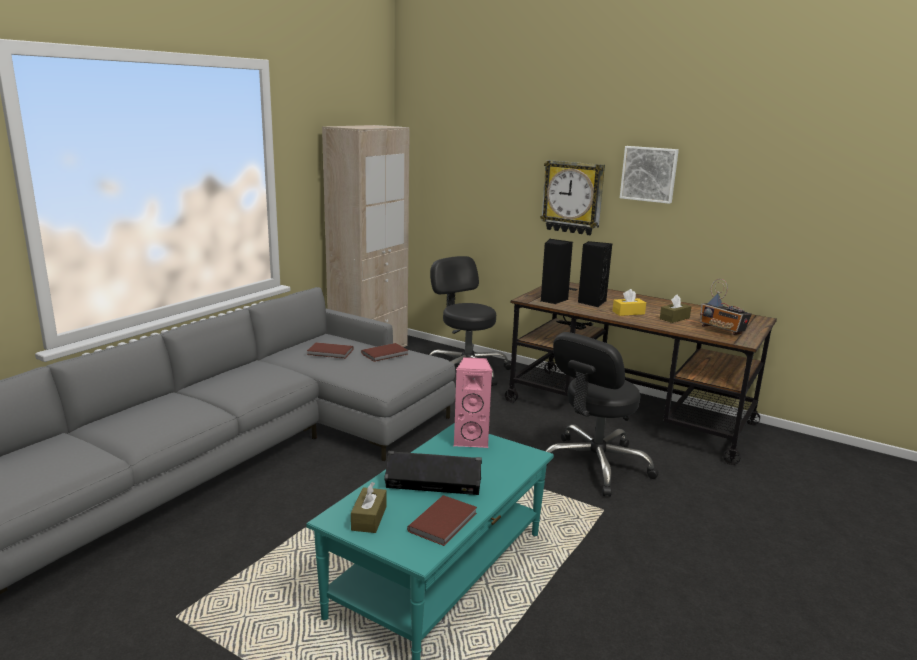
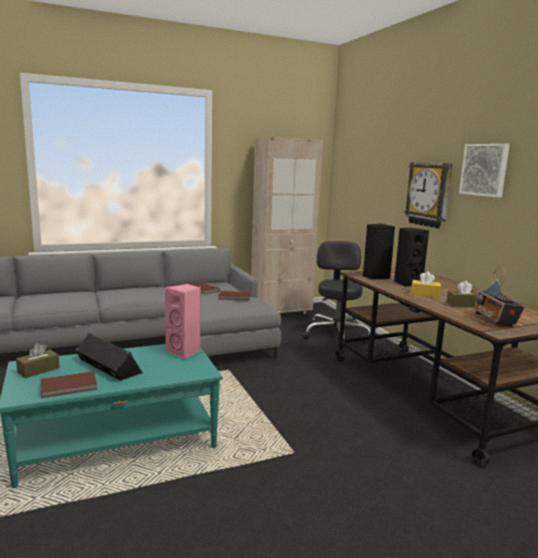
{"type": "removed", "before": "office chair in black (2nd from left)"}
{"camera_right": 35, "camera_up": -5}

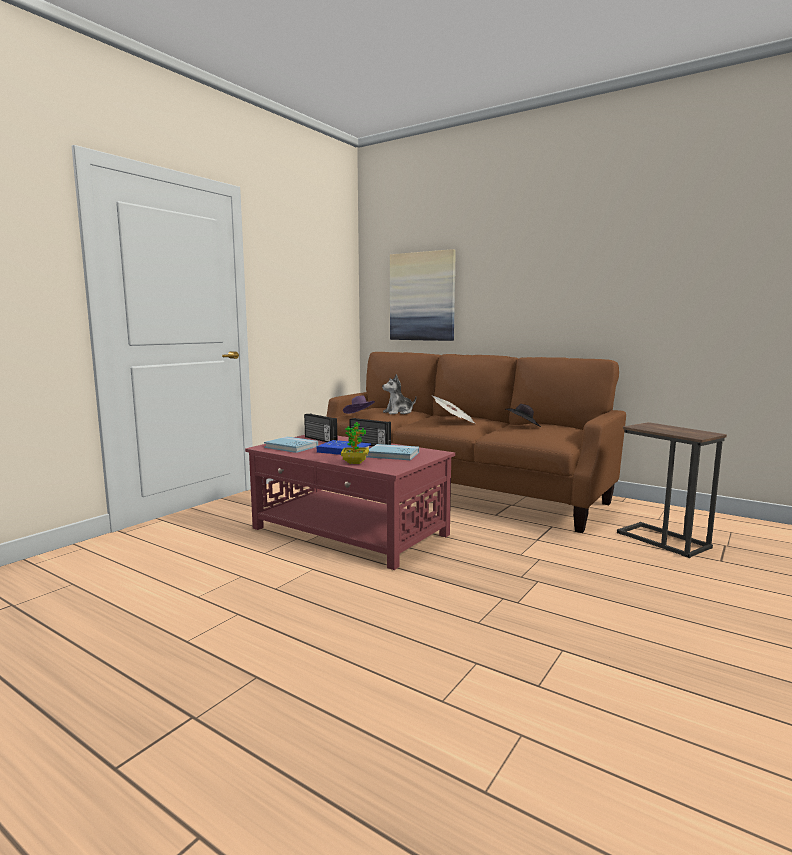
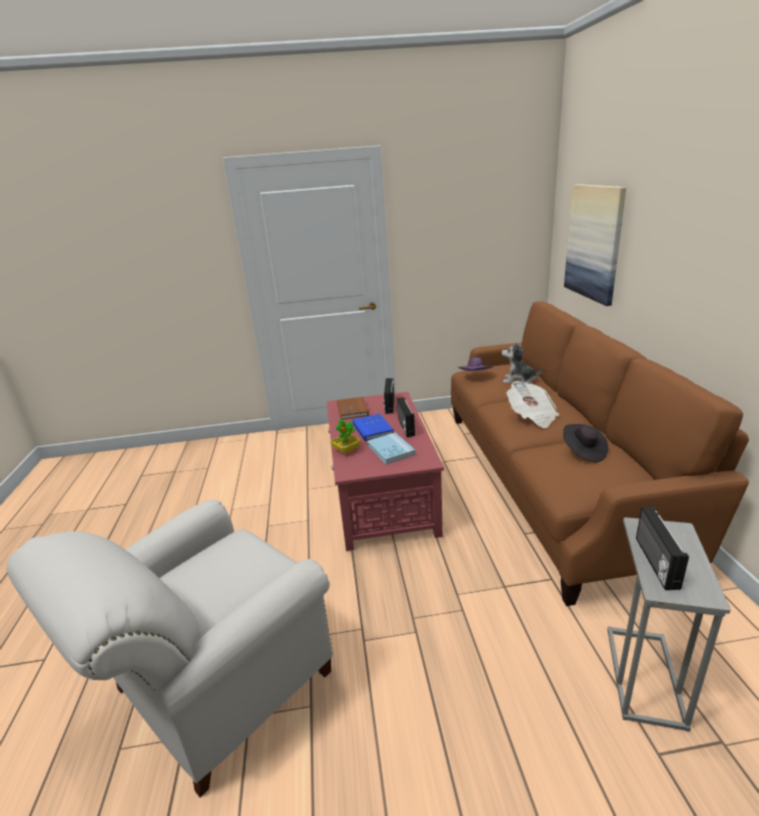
{"type": "recoloured", "before": "book in blue (1st from left)", "after": "book in brown"}
{"type": "recoloured", "before": "side table in brown", "after": "side table in grey"}
{"type": "added", "after": "armchair in white"}
{"type": "added", "after": "radio (3rd from left)"}
{"camera_right": 50, "camera_up": 15}

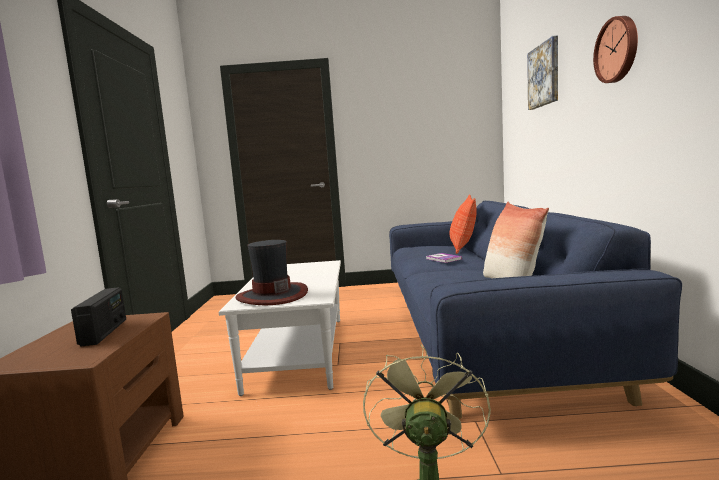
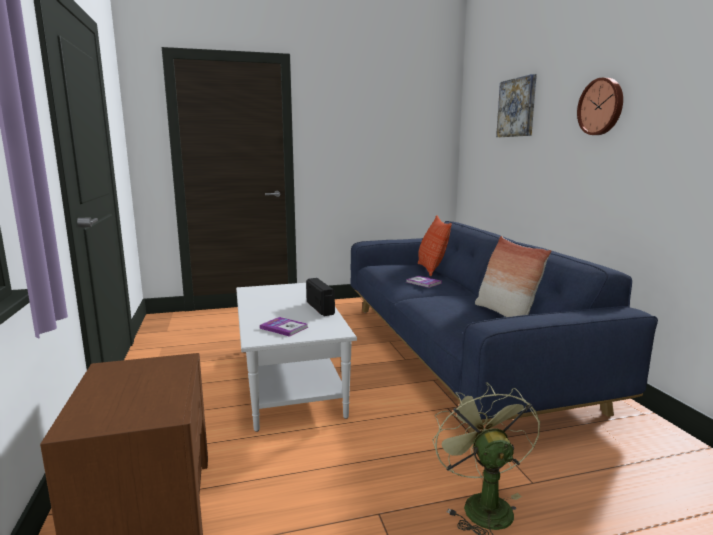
{"type": "moved", "before": "radio"}
{"type": "replaced", "before": "hat", "after": "book (1st from left)"}
{"camera_right": -15, "camera_up": 5}

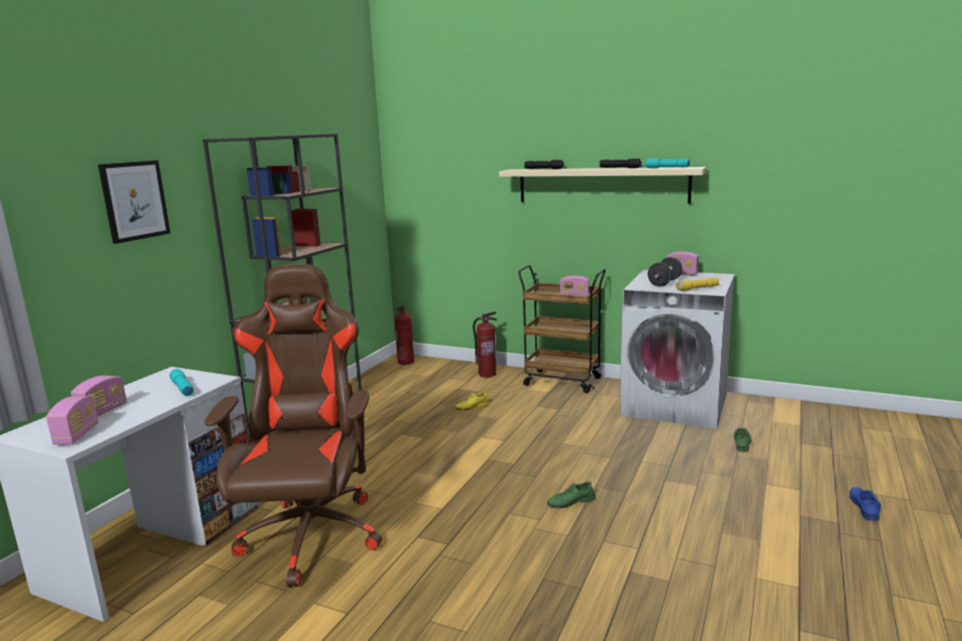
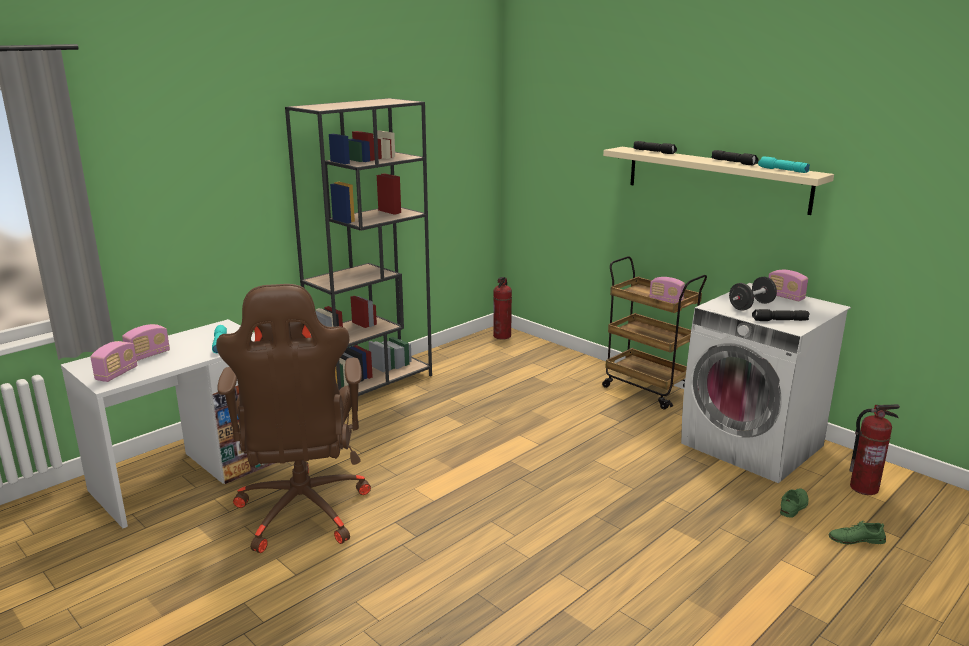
{"type": "removed", "before": "picture"}
{"type": "turned", "before": "office chair in brown", "turn": 150}
{"type": "removed", "before": "shoe in yellow"}
{"type": "moved", "before": "fire extinguisher (2nd from left)"}
{"type": "moved", "before": "shoe in green (1st from left in the first image)", "after": "shoe in green (2nd from left)"}
{"type": "recoloured", "before": "flashlight in yellow", "after": "flashlight in black (3rd from left)"}
{"type": "removed", "before": "shoe in blue"}
{"camera_right": 20, "camera_up": 5}

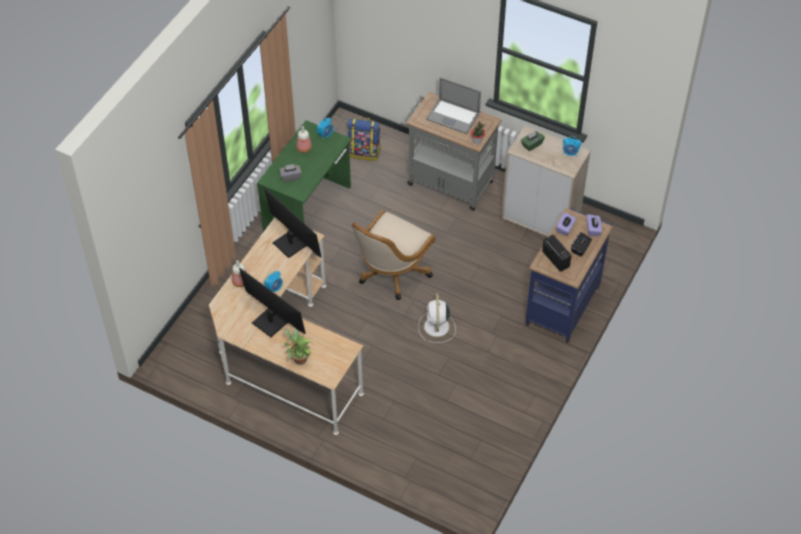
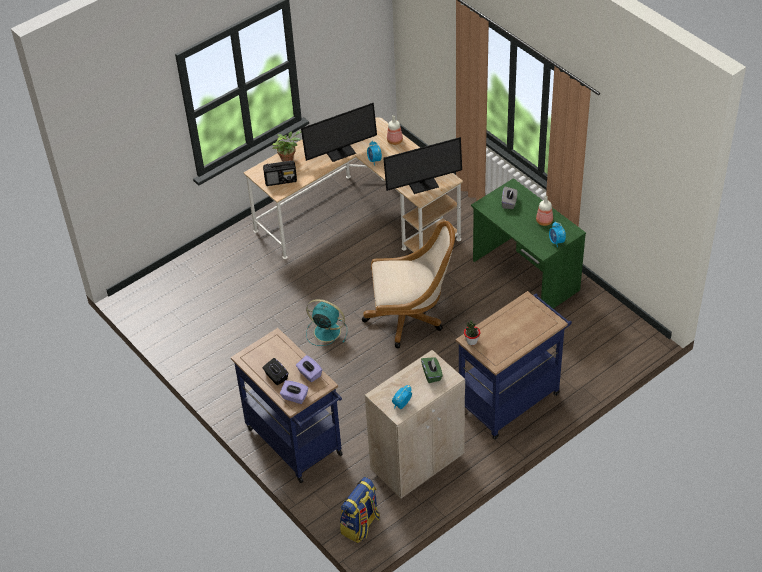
{"type": "moved", "before": "backpack"}
{"type": "turned", "before": "office chair", "turn": 120}
{"type": "recoloured", "before": "cart in grey", "after": "cart in blue (2nd from left)"}
{"type": "recoloured", "before": "fan in white", "after": "fan in turquoise"}
{"type": "removed", "before": "laptop"}
{"type": "moved", "before": "radio"}
{"camera_right": 115, "camera_up": -5}

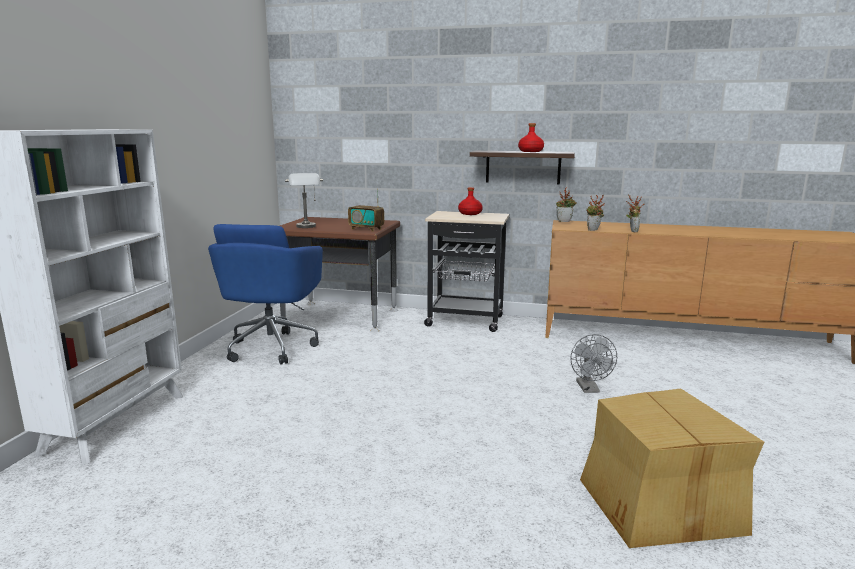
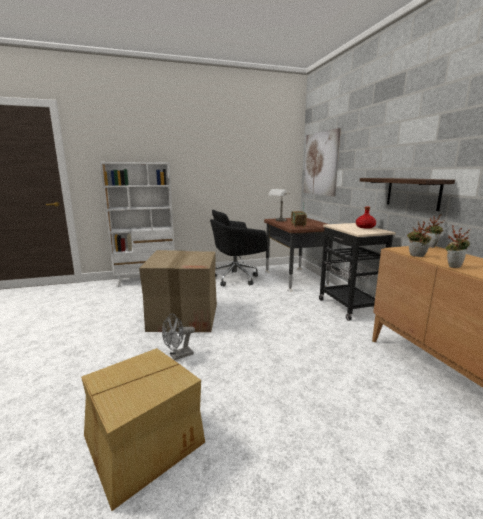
{"type": "recoloured", "before": "office chair in blue", "after": "office chair in black"}
{"type": "removed", "before": "bottle in red (2nd from left)"}
{"type": "moved", "before": "fan in grey"}
{"type": "added", "after": "cardboard box (2nd from left)"}
{"type": "added", "after": "picture"}
{"camera_right": 60, "camera_up": 0}

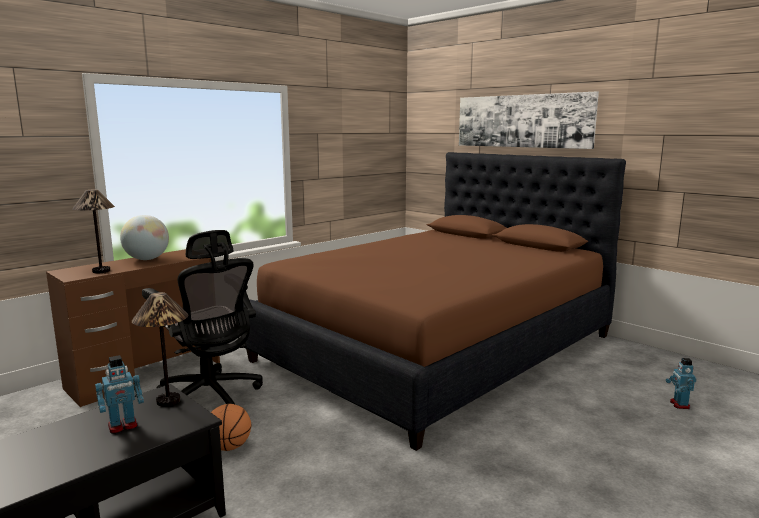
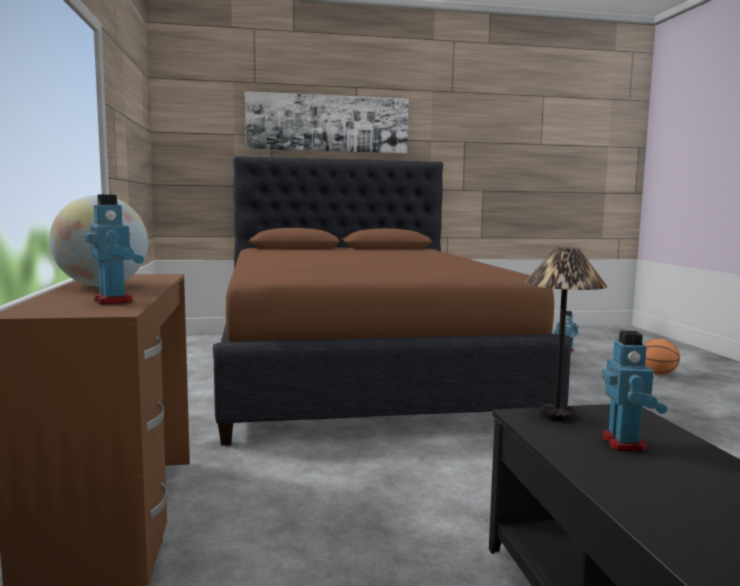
{"type": "replaced", "before": "table lamp (1st from left)", "after": "toy robot (1st from left)"}
{"type": "removed", "before": "office chair"}
{"type": "moved", "before": "basketball"}
{"camera_right": -55, "camera_up": -5}

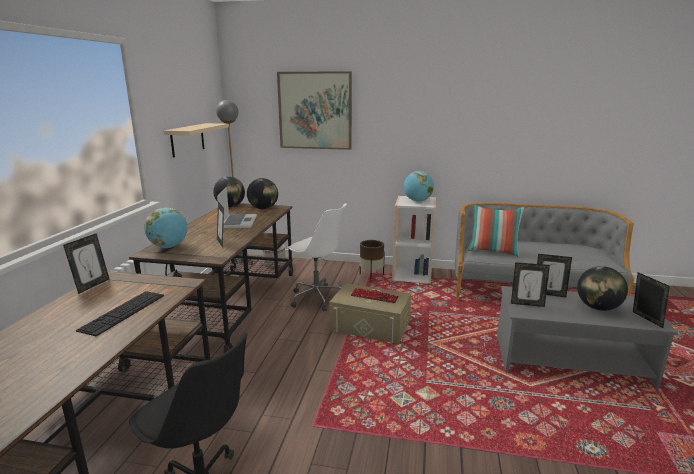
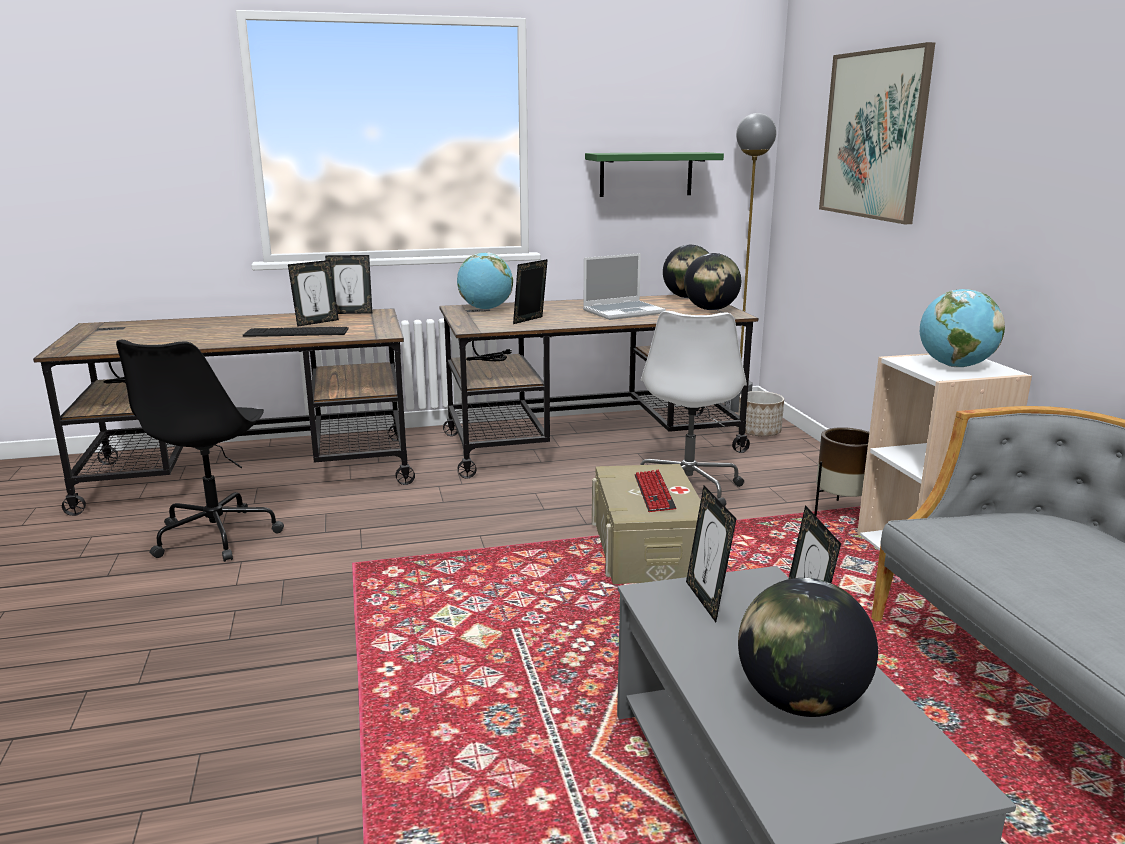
{"type": "recoloured", "before": "shelf in beige", "after": "shelf in green"}
{"type": "removed", "before": "pillow"}
{"type": "moved", "before": "picture frame (5th from left in the first image)", "after": "picture frame (1st from left)"}
{"camera_right": 65, "camera_up": 0}

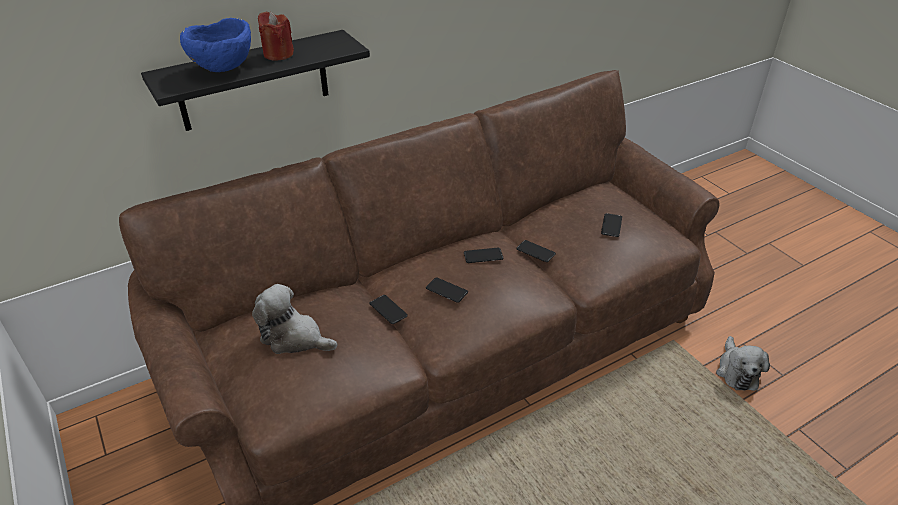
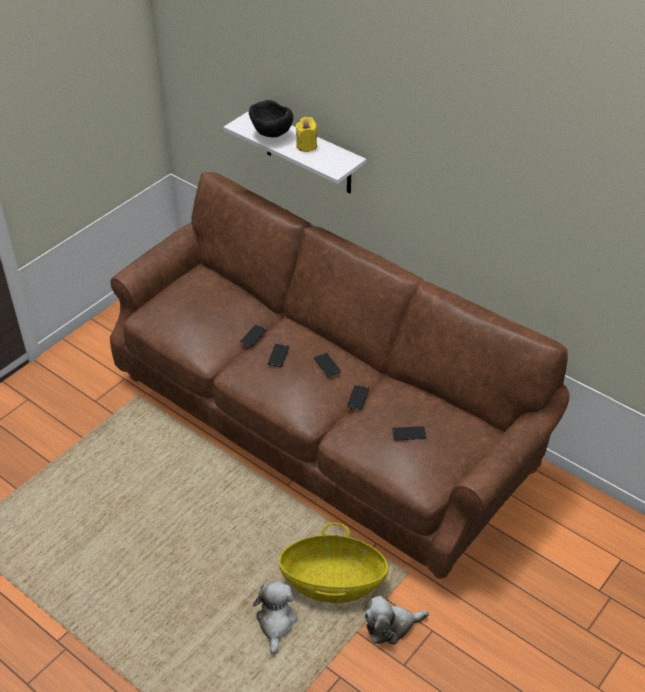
{"type": "recoloured", "before": "shelf in black", "after": "shelf in white"}
{"type": "recoloured", "before": "bowl in blue", "after": "bowl in black"}
{"type": "moved", "before": "plush toy (1st from left)"}
{"type": "recoloured", "before": "candle in red", "after": "candle in yellow"}
{"type": "added", "after": "basket"}
{"camera_right": 70, "camera_up": 5}

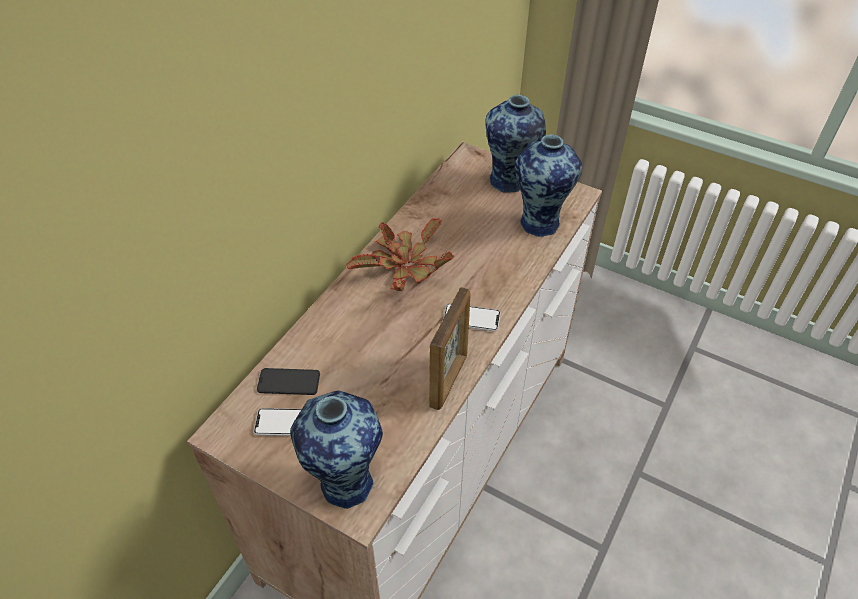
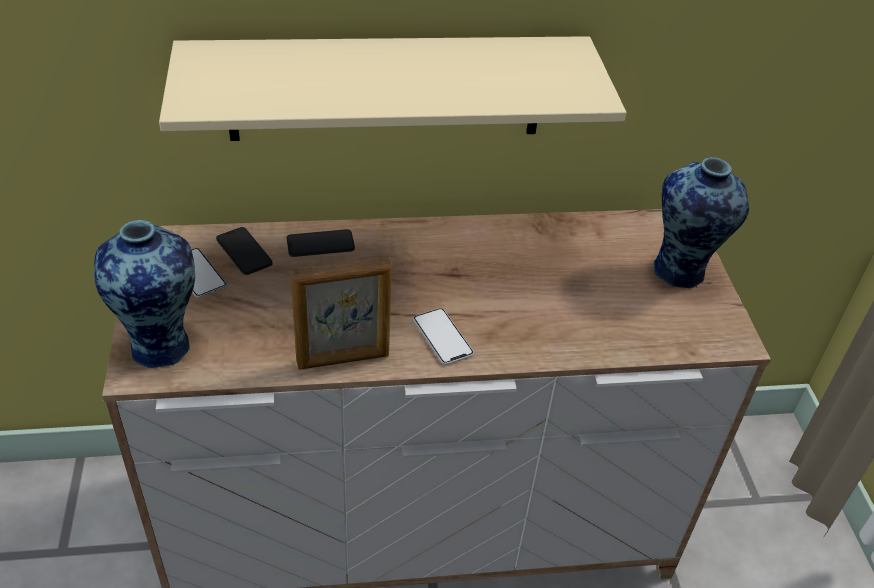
{"type": "removed", "before": "potted plant"}
{"type": "removed", "before": "vase (3rd from left)"}
{"type": "added", "after": "shelf in beige"}
{"type": "added", "after": "phone (3rd from left)"}
{"camera_right": 50, "camera_up": -5}

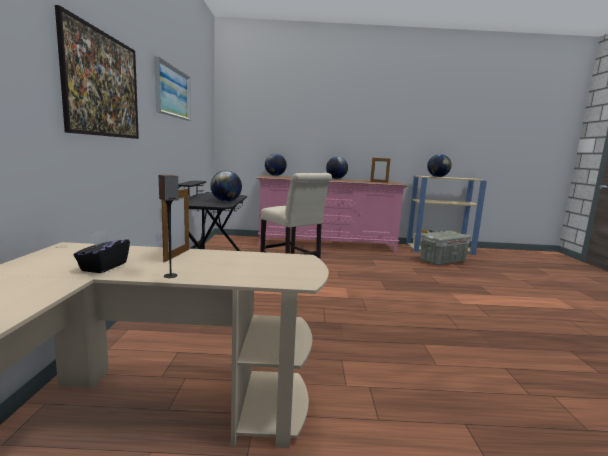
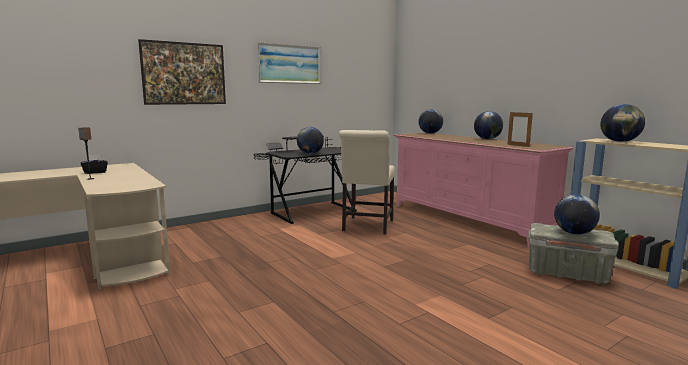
{"type": "removed", "before": "picture frame (1st from left)"}
{"type": "added", "after": "globe (4th from left)"}
{"camera_right": 55, "camera_up": 0}

